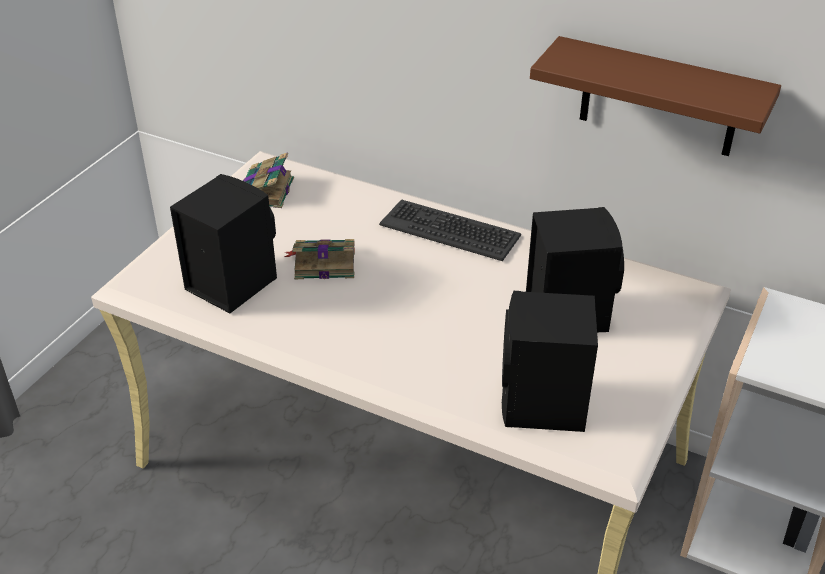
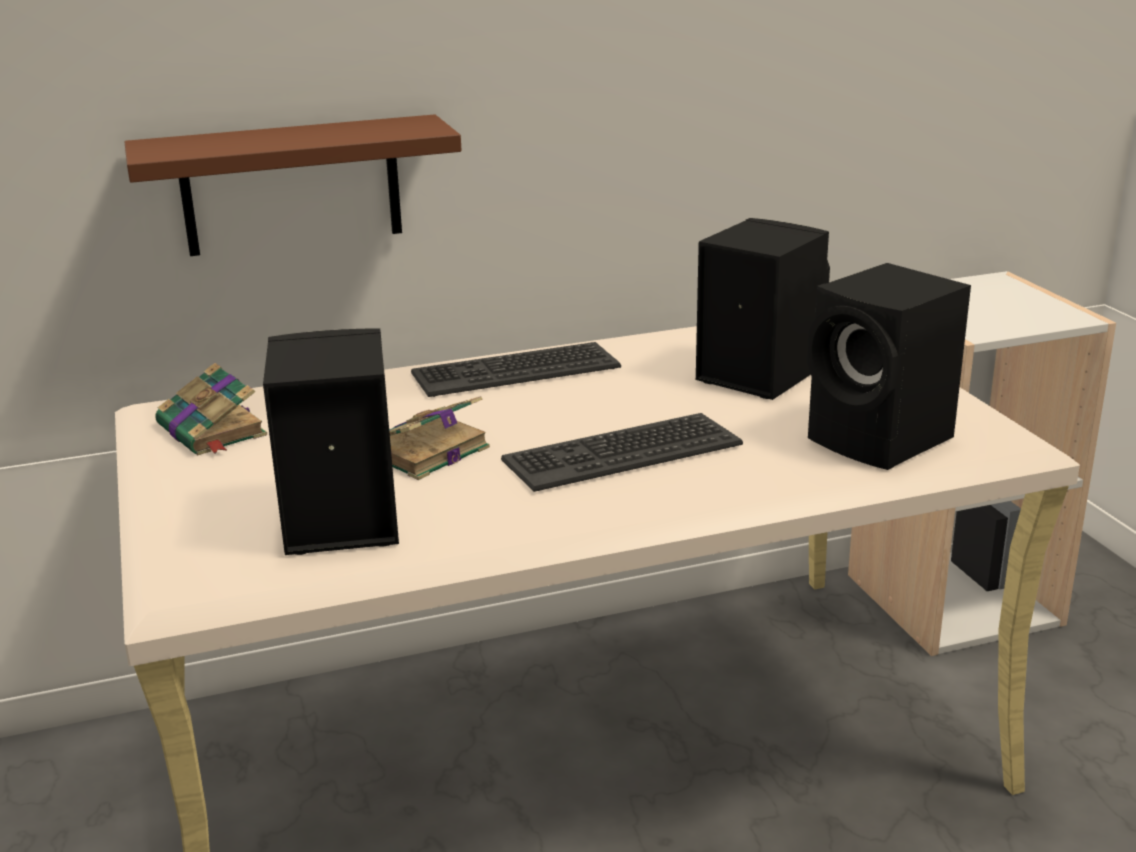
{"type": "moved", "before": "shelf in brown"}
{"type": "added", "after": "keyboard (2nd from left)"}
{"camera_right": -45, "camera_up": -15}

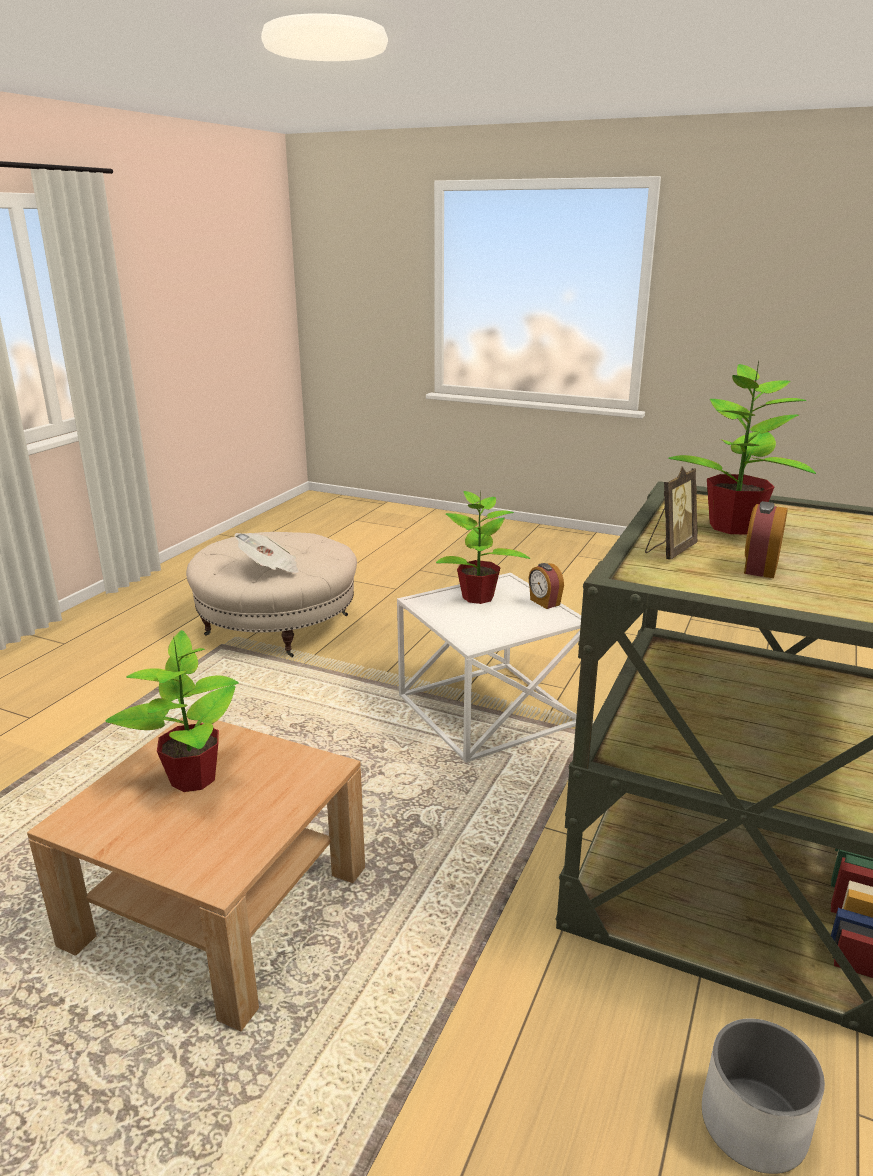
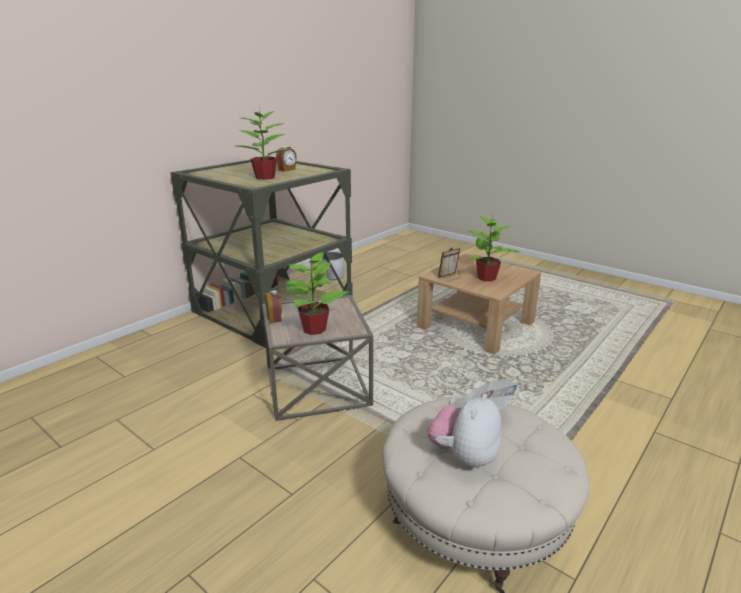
{"type": "recoloured", "before": "side table in white", "after": "side table in brown"}
{"type": "moved", "before": "picture frame"}
{"type": "added", "after": "plush toy"}
{"camera_right": -165, "camera_up": 0}

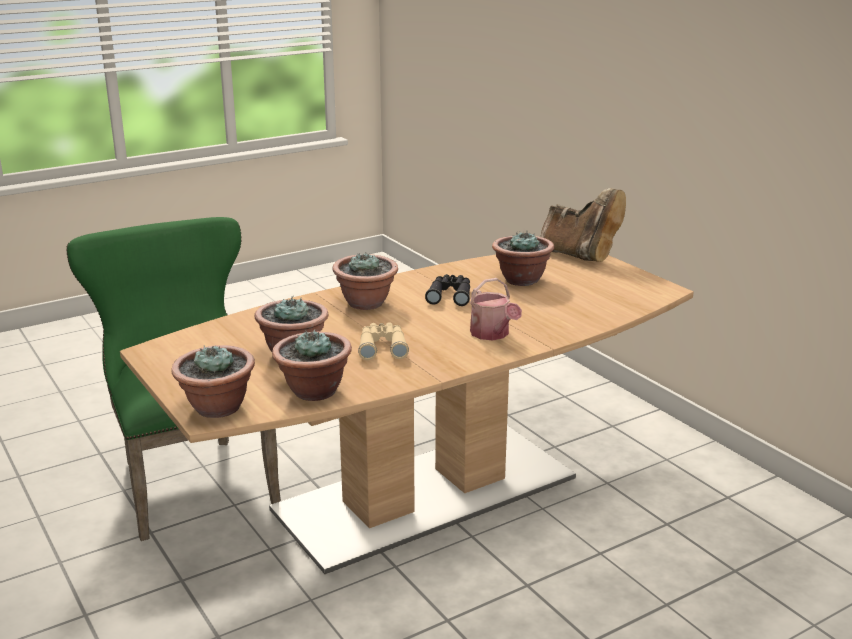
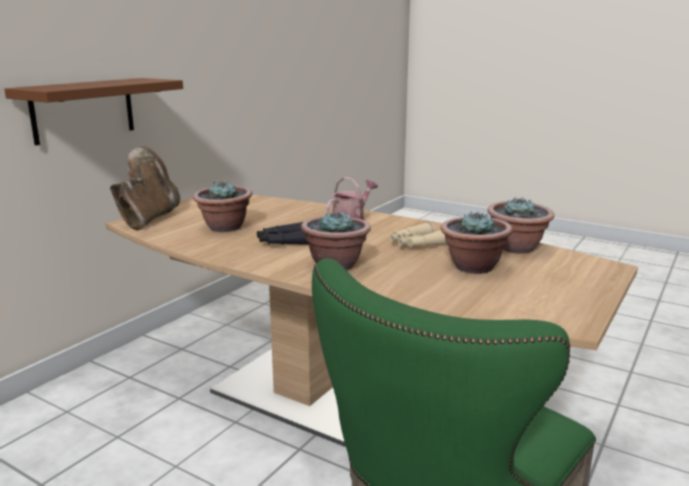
{"type": "removed", "before": "potted plant (1st from left)"}
{"type": "added", "after": "shelf in brown"}
{"camera_right": -115, "camera_up": -5}

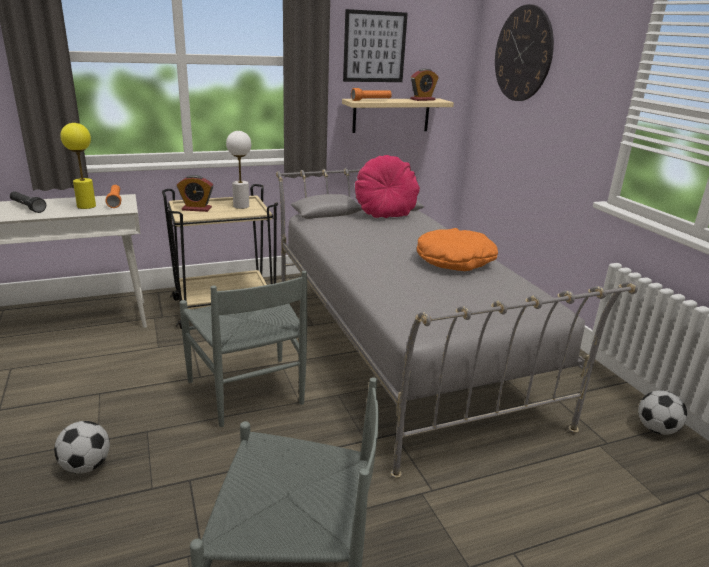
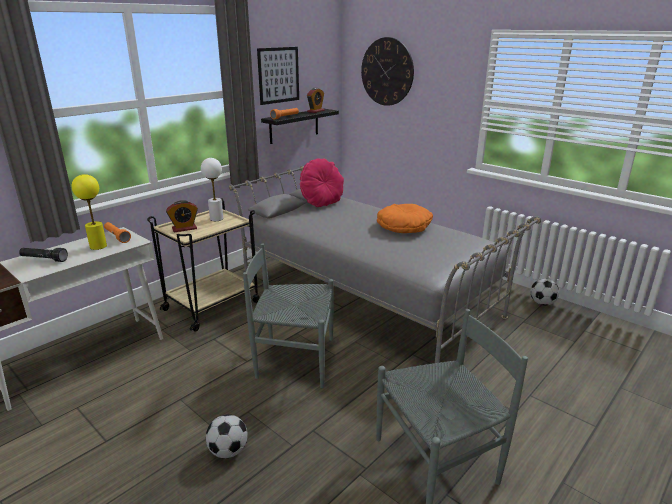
{"type": "turned", "before": "chair in grey (1st from left)", "turn": 150}
{"type": "recoloured", "before": "shelf in beige", "after": "shelf in black"}
{"camera_right": -25, "camera_up": 0}

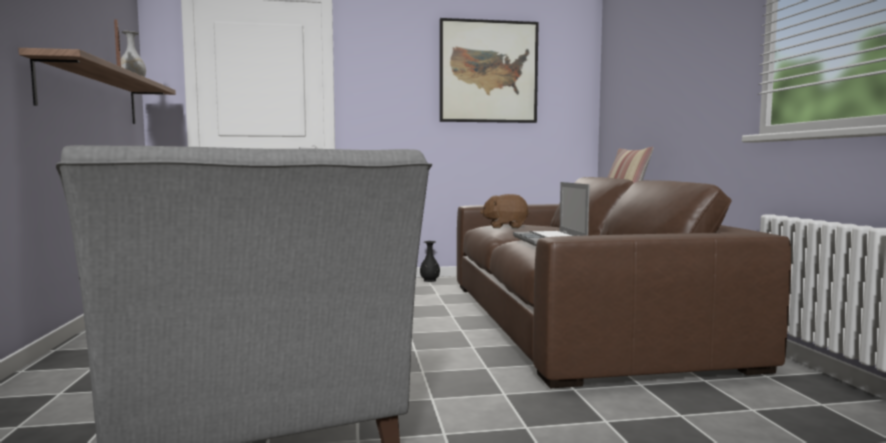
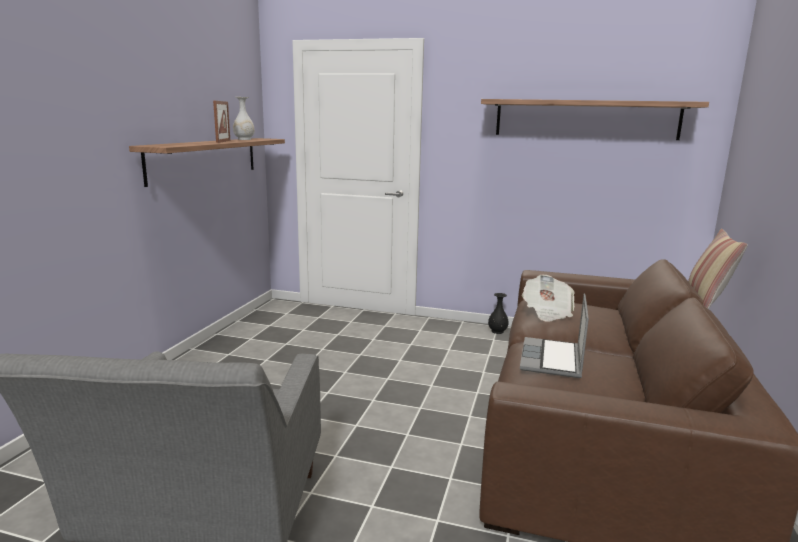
{"type": "replaced", "before": "picture", "after": "shelf (2nd from left)"}
{"type": "replaced", "before": "plush toy in brown", "after": "newspaper"}
{"camera_right": 25, "camera_up": 10}

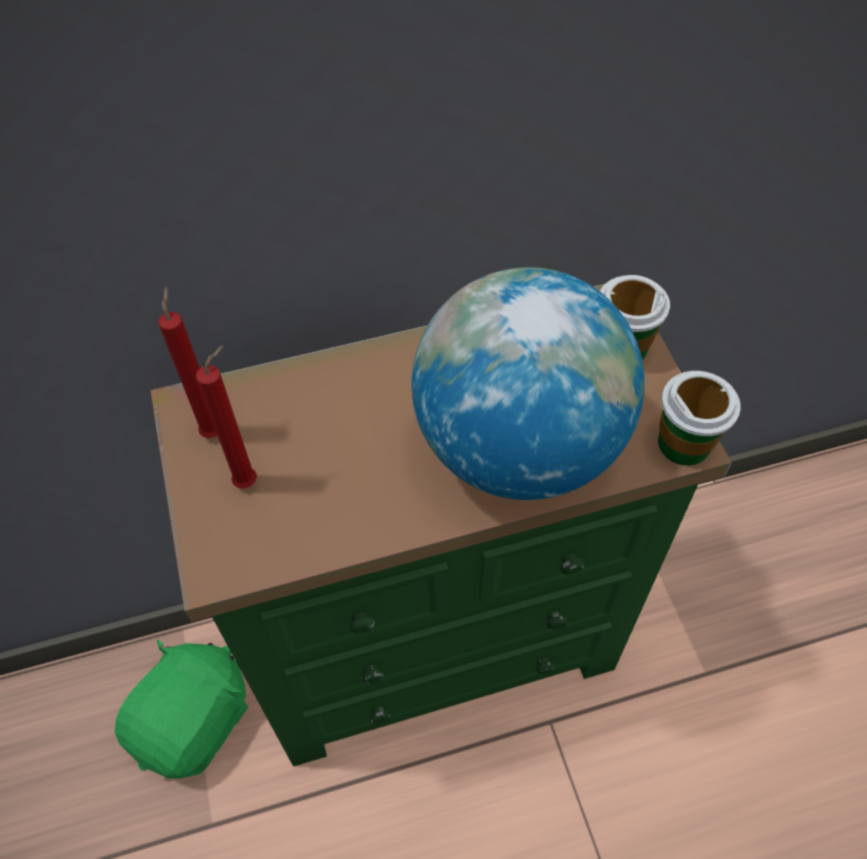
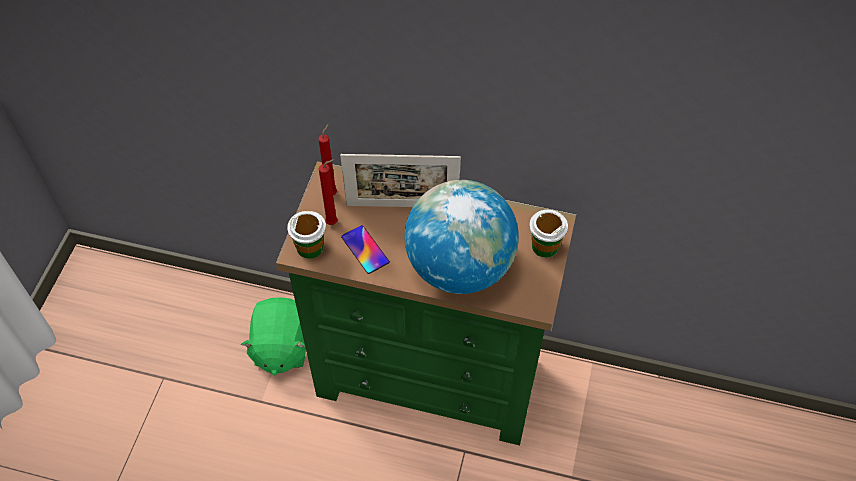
{"type": "turned", "before": "plush toy in green", "turn": 120}
{"type": "moved", "before": "cup (2nd from left in the first image)", "after": "cup (1st from left)"}
{"type": "added", "after": "picture frame"}
{"type": "added", "after": "phone"}
{"camera_right": 30, "camera_up": 0}

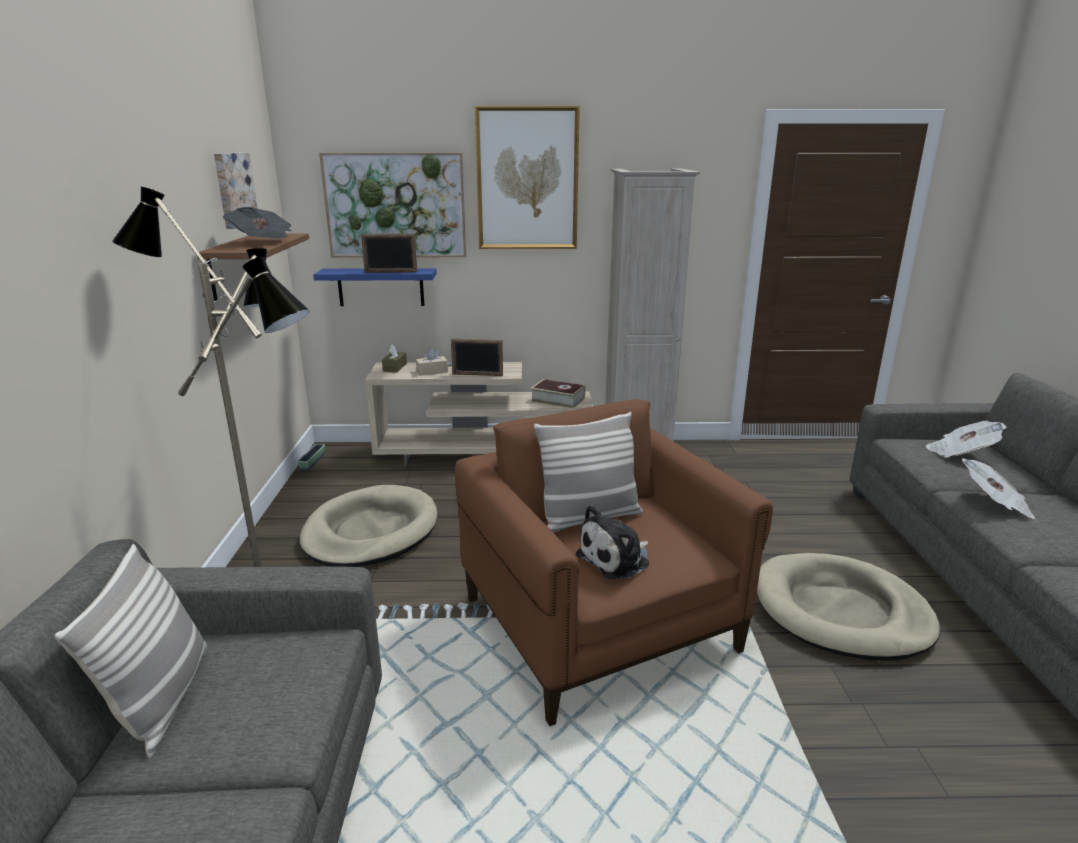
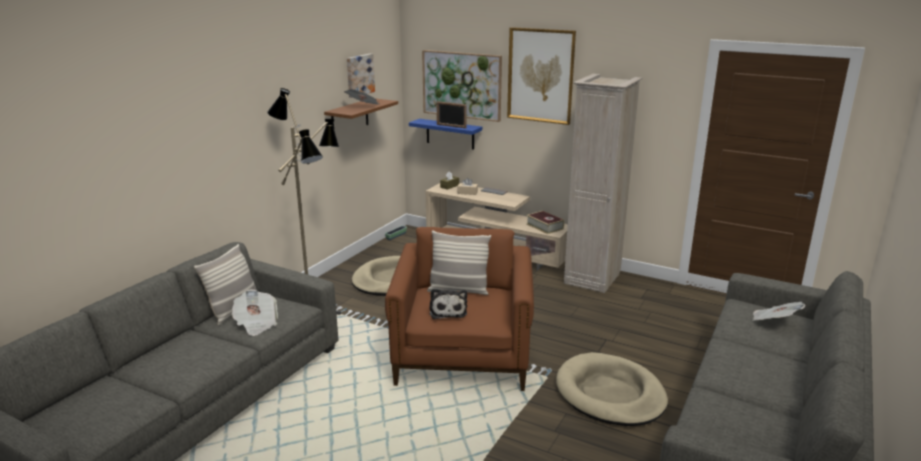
{"type": "removed", "before": "picture frame (2nd from left)"}
{"type": "turned", "before": "plush toy", "turn": -90}
{"type": "moved", "before": "newspaper (3rd from left in the first image)", "after": "newspaper (1st from left)"}
{"camera_right": 30, "camera_up": 0}

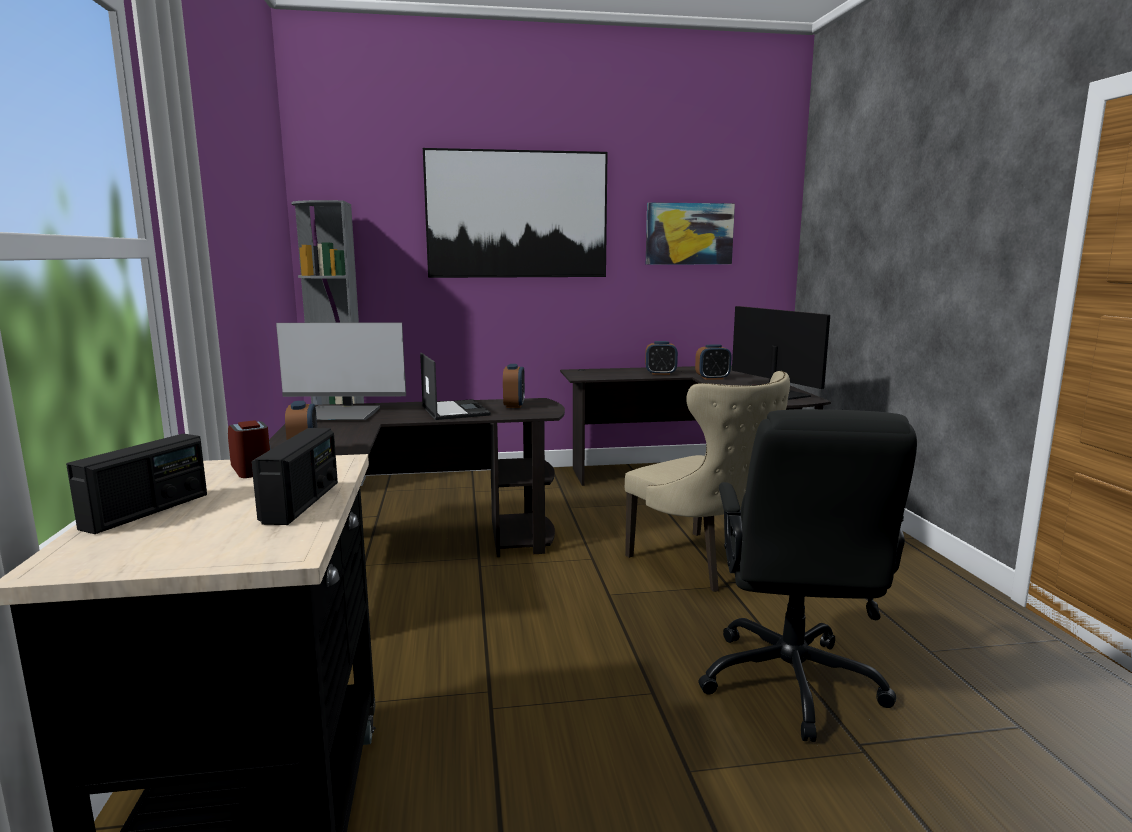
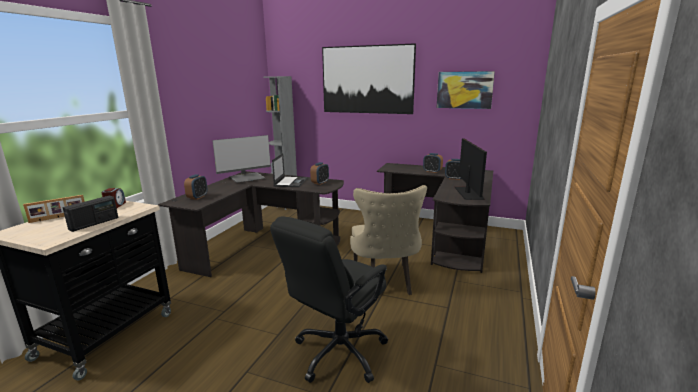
{"type": "replaced", "before": "radio (1st from left)", "after": "picture frame"}
{"type": "turned", "before": "monitor (1st from left)", "turn": -60}
{"camera_right": 30, "camera_up": 5}

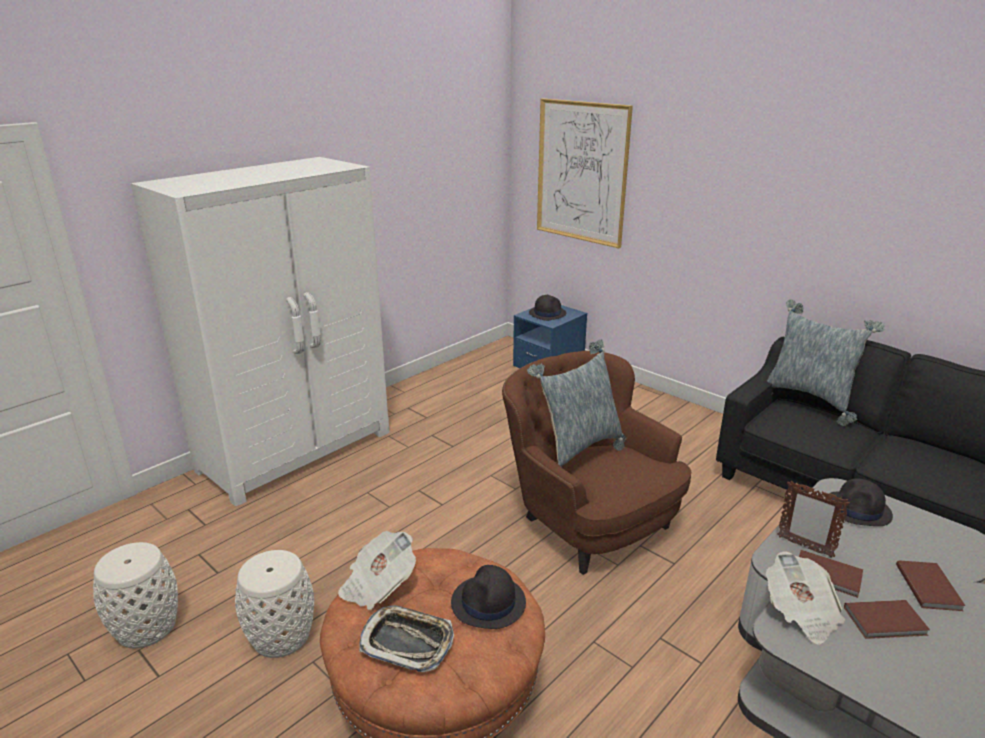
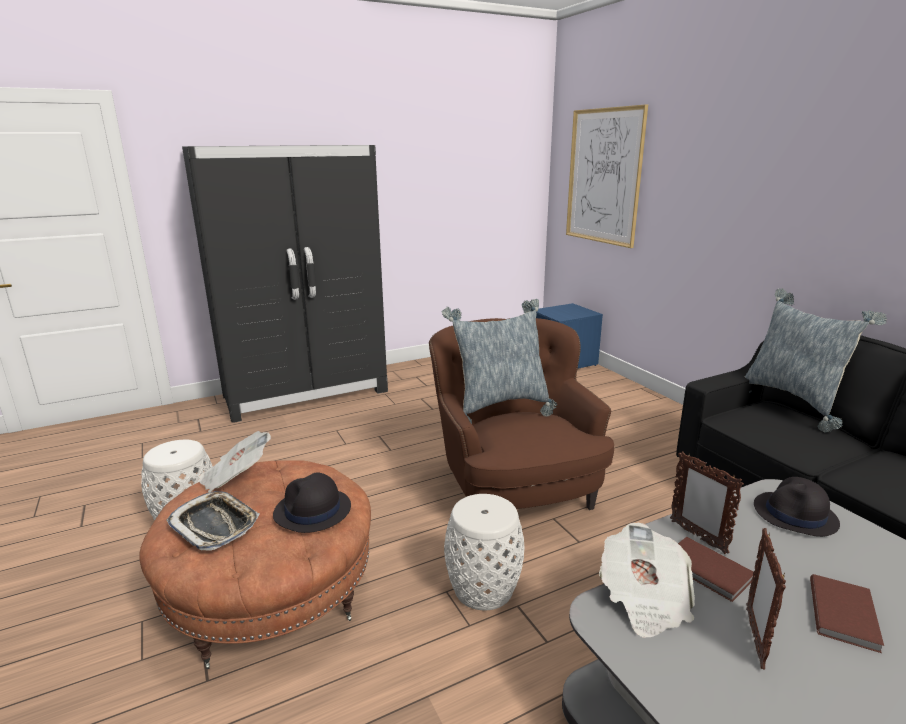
{"type": "moved", "before": "stool in white (1st from left in the first image)", "after": "stool in white (2nd from left)"}
{"type": "recoloured", "before": "cabinet in white", "after": "cabinet in black"}
{"type": "removed", "before": "hat in black (2nd from left)"}
{"type": "replaced", "before": "book in brown (2nd from left)", "after": "picture frame (2nd from left)"}
{"camera_right": 20, "camera_up": -5}

